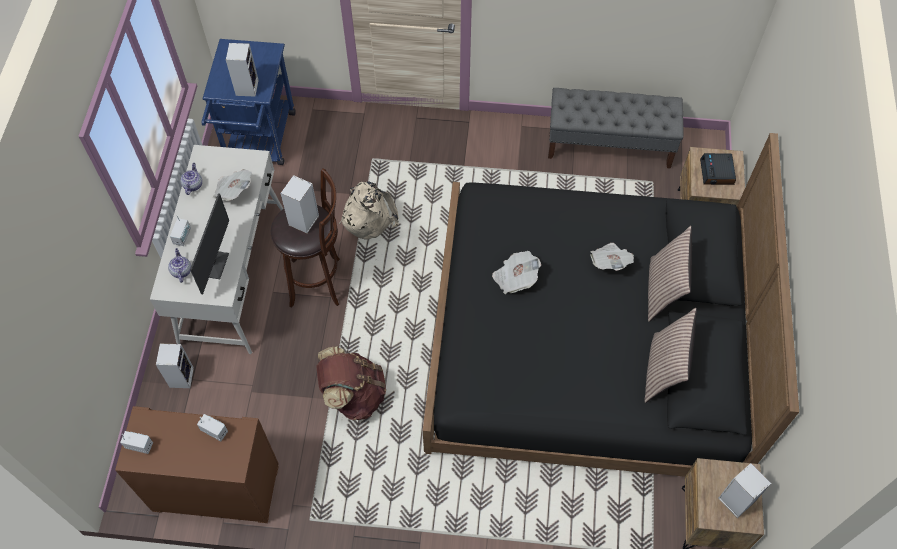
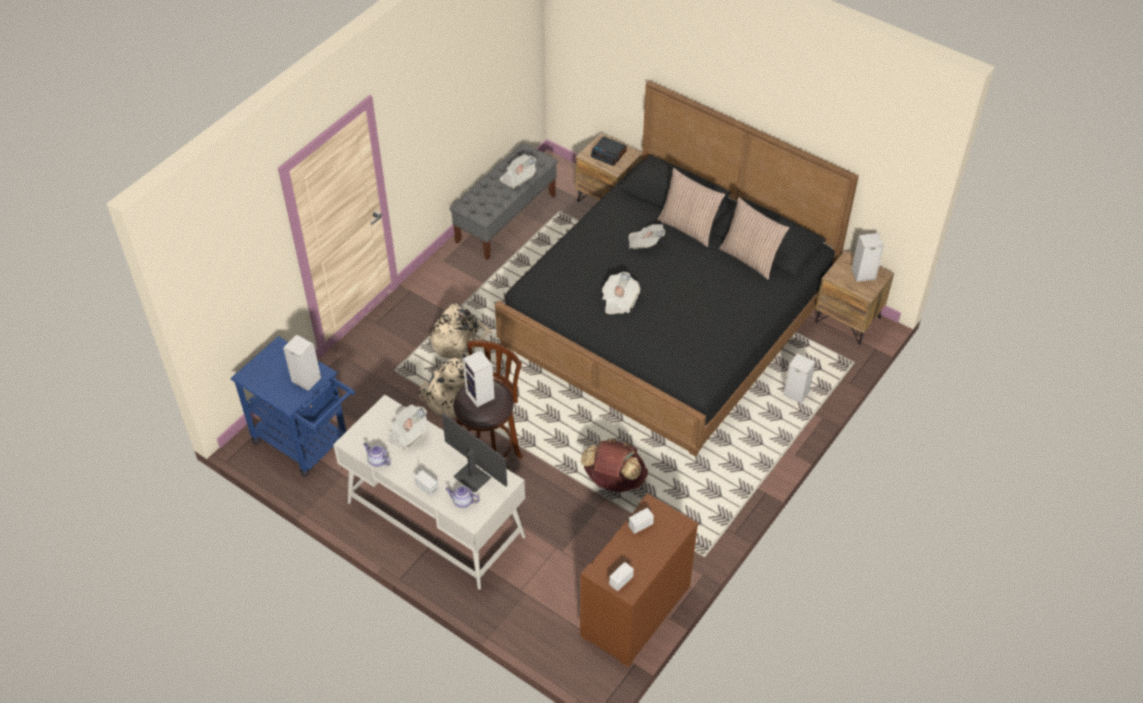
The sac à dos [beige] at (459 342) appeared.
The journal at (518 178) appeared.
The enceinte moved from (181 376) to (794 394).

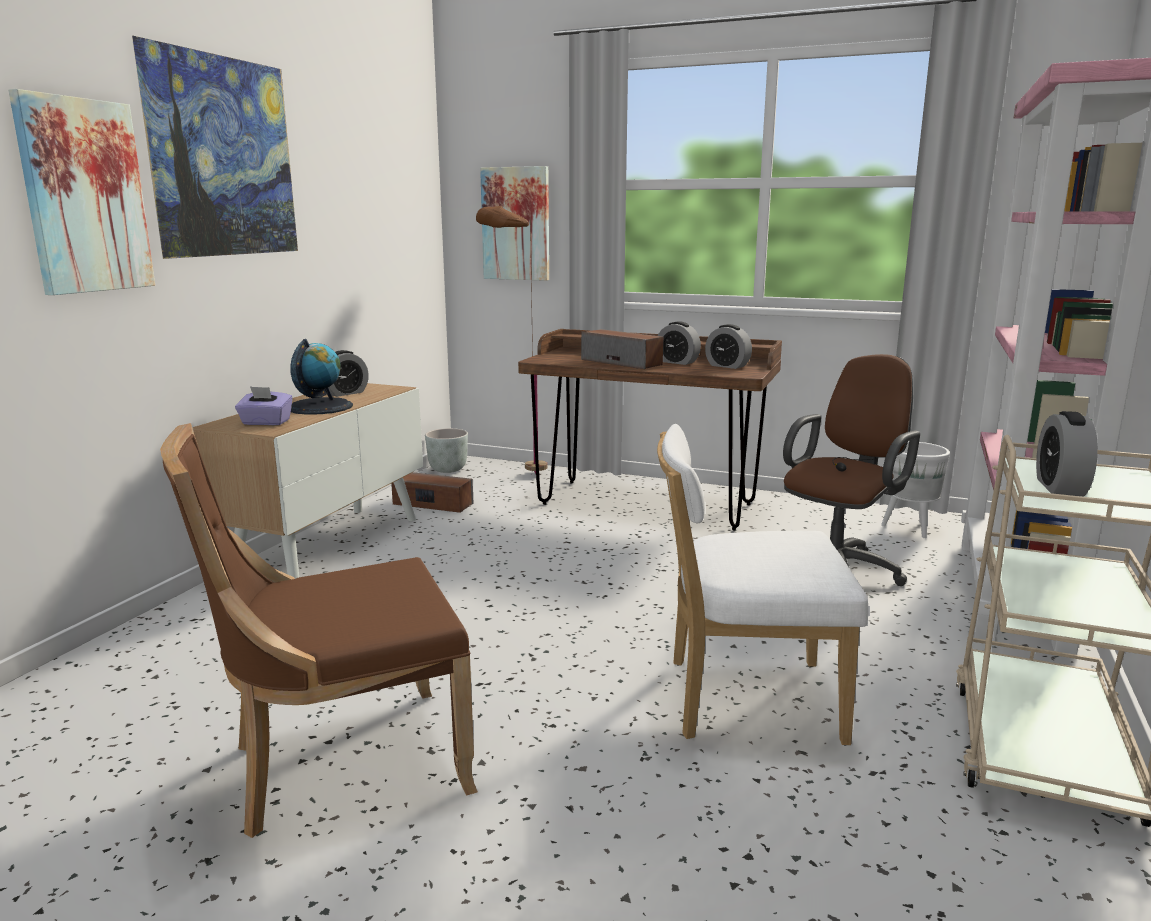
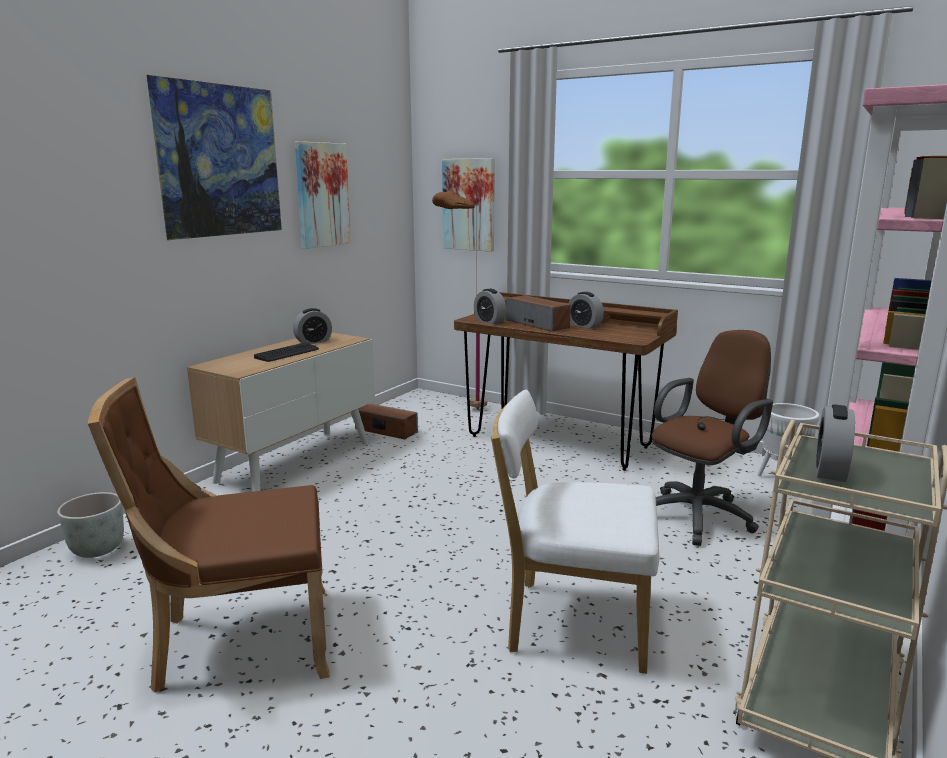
The cache-pot [gris] moved from (447 470) to (97 550).
The globe at (320 407) was replaced by the clavier at (287 353).
The tableau moved from (84 196) to (322 195).
The réveil moved from (727 366) to (489 321).
The boîte à mouchoirs [violet] at (266 422) disappeared.

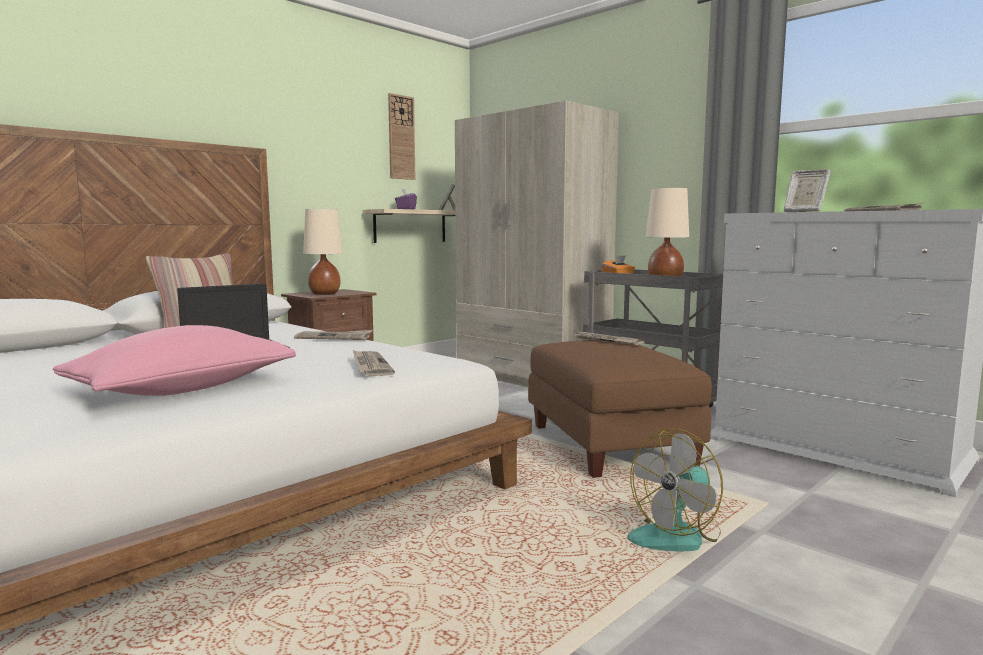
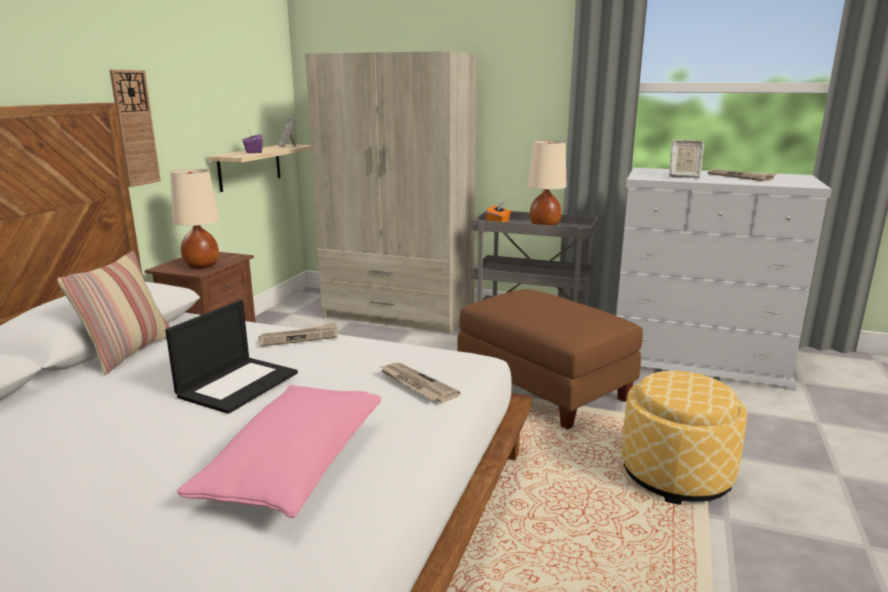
The horloge murale moved from (401 137) to (135 128).
The ventilateur at (677 536) was replaced by the pouf at (676 475).
The journal at (607 340) disappeared.

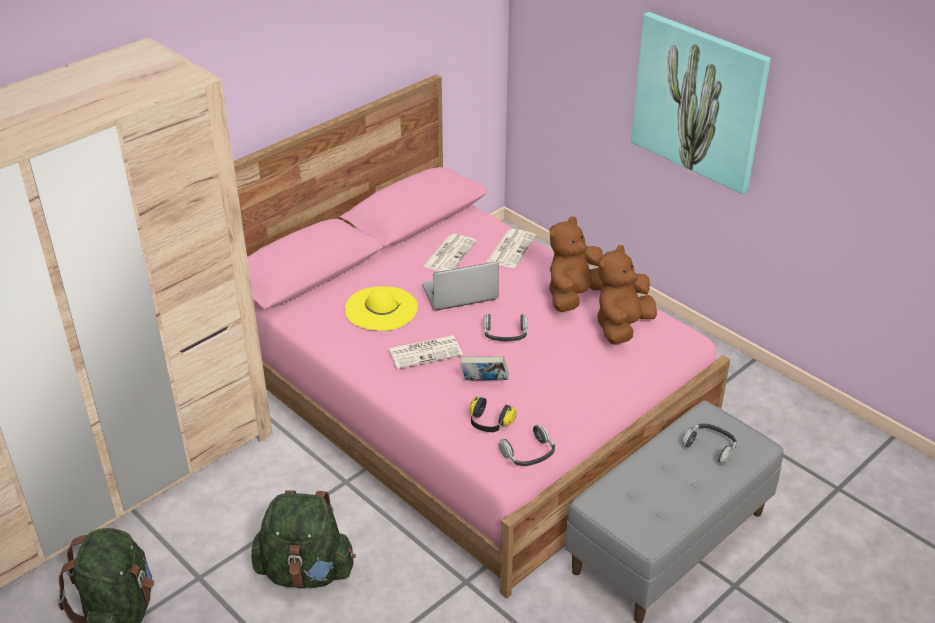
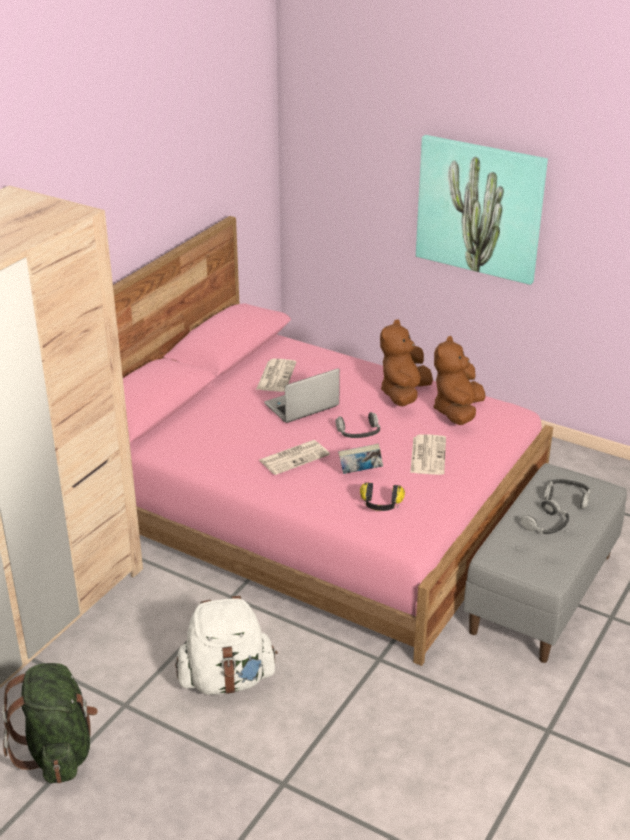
The sac à dos [vert] at (306 571) became the sac à dos [blanc] at (227 679).
The journal moved from (511 248) to (427 455).
The casque audio moved from (528 453) to (546 524).
The chapeau [jaune] at (381 308) disappeared.

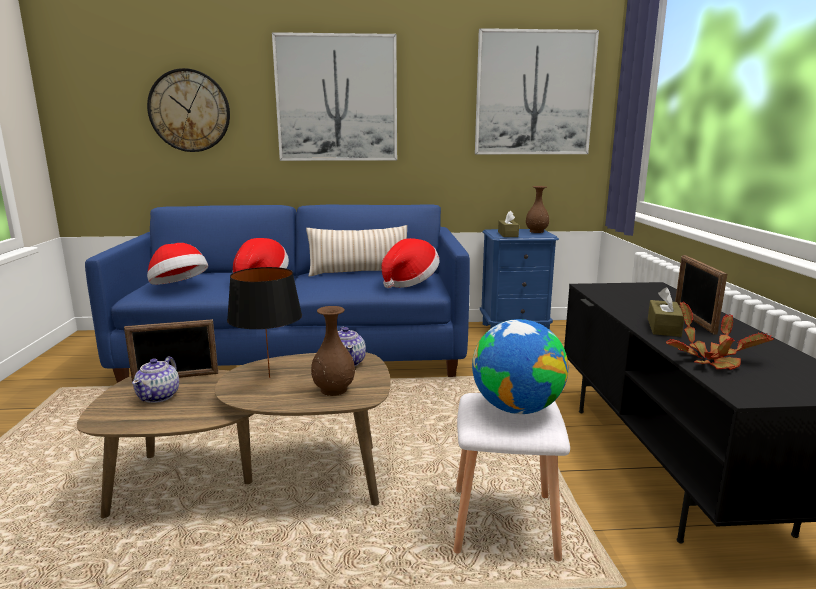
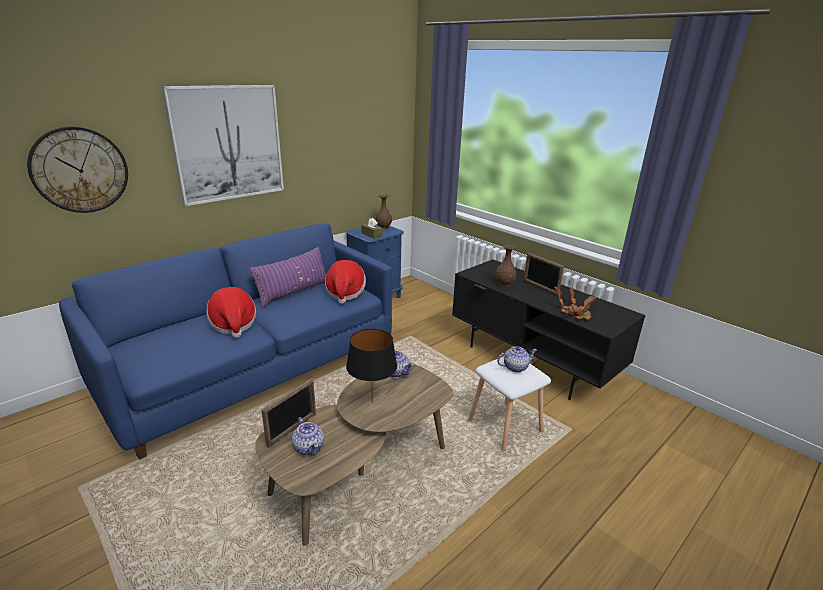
The coussin [beige] at (359 272) became the coussin [violet] at (293 292).
The vase [marron] moved from (334 389) to (504 284).
The globe at (516 408) was replaced by the théière at (515 367).
The chapeau at (179 287) disappeared.
The tableau at (534 93) disappeared.
The boîte à mouchoirs [marron] at (663 327) disappeared.

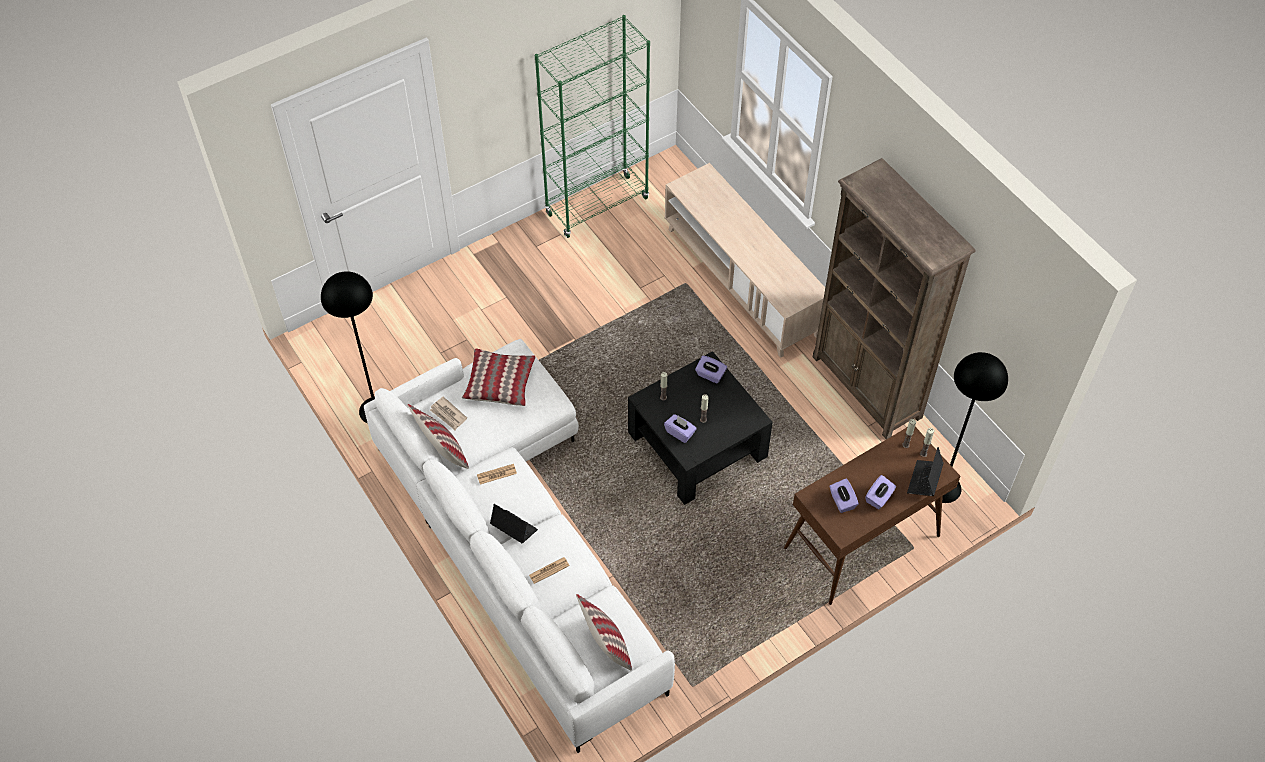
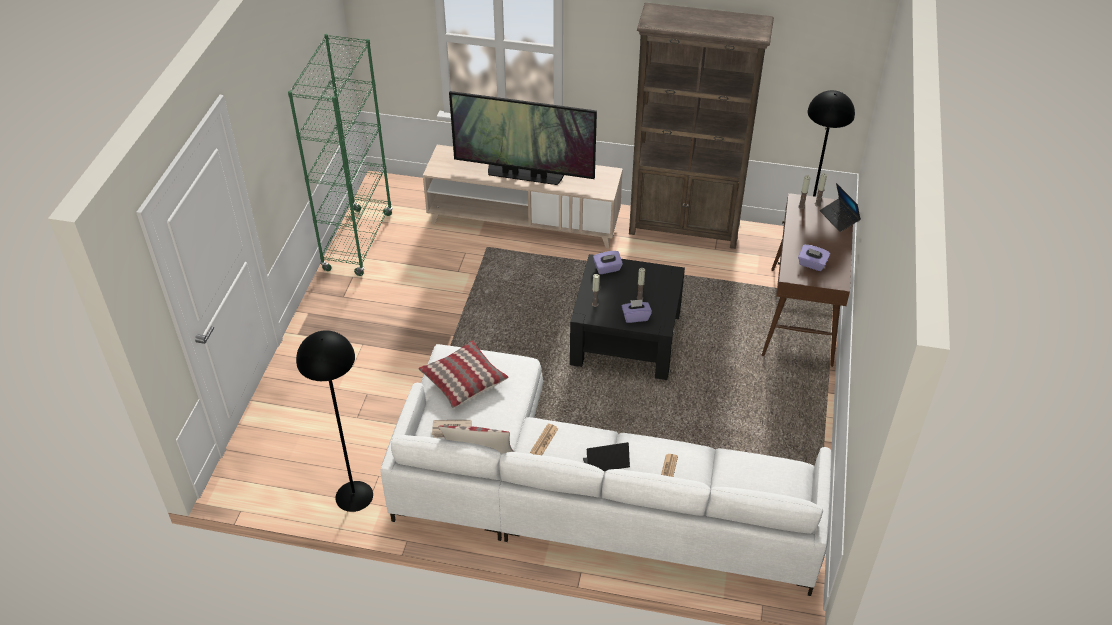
The téléviseur at (524 175) appeared.
The coussin at (606 645) disappeared.
The boîte à mouchoirs [violet] at (879 498) disappeared.

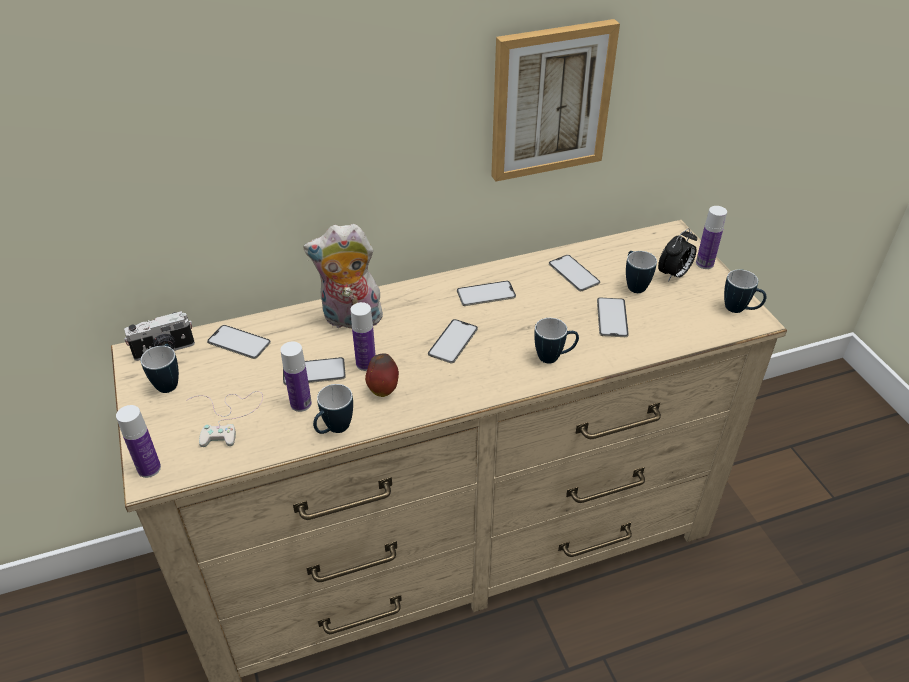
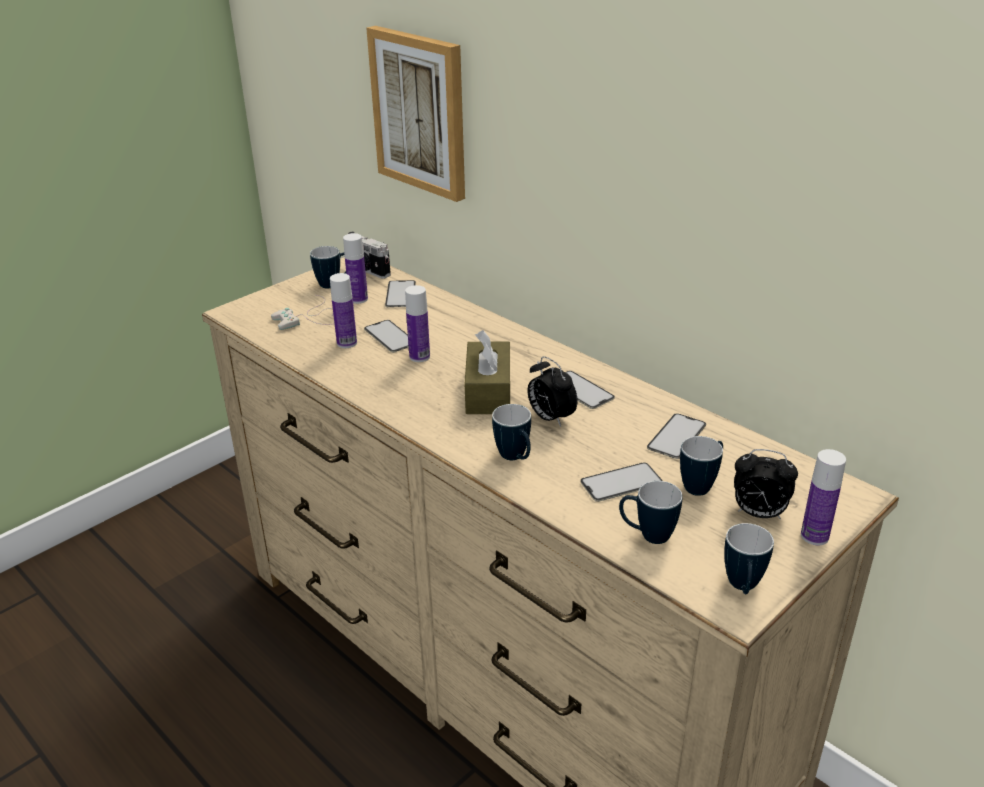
The bouteille moved from (149 468) to (358 299).
The tableau moved from (550 100) to (420 112).
The téléphone at (453 341) was replaced by the boîte à mouchoirs [marron] at (488 392).
The réveil at (550 418) appeared.
The mug moved from (334 430) to (647 535).
The peluche at (350 320) disappeared.
The pomme at (383 389) disappeared.

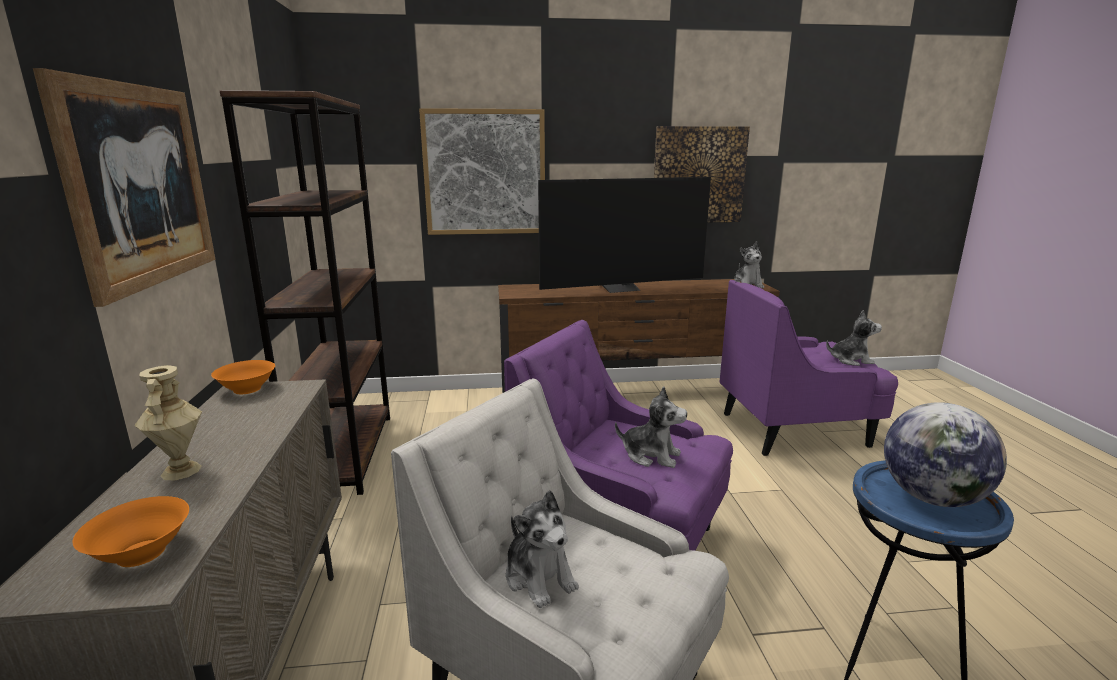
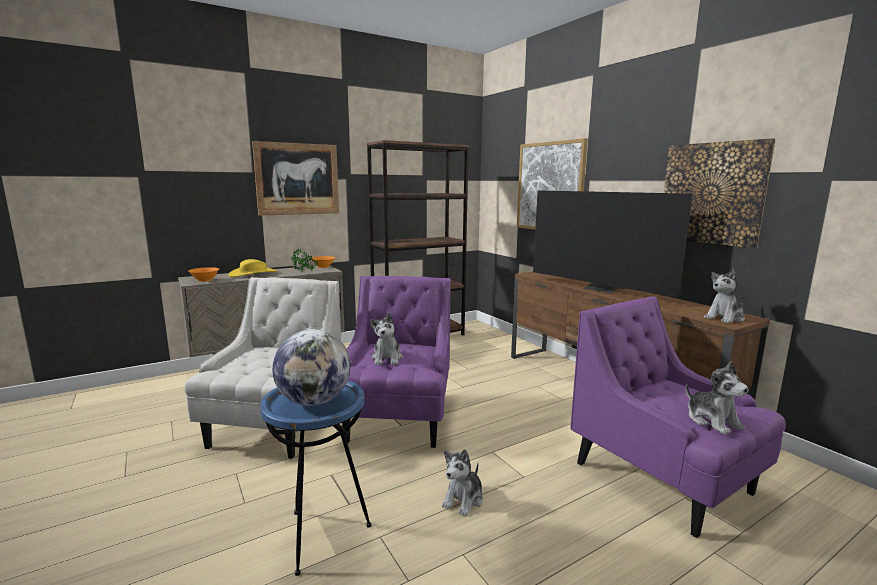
The vase [beige] at (182 471) was replaced by the chapeau [jaune] at (253 273).
The plante en pot at (304 272) appeared.
The peluche moved from (539 577) to (463 499).

